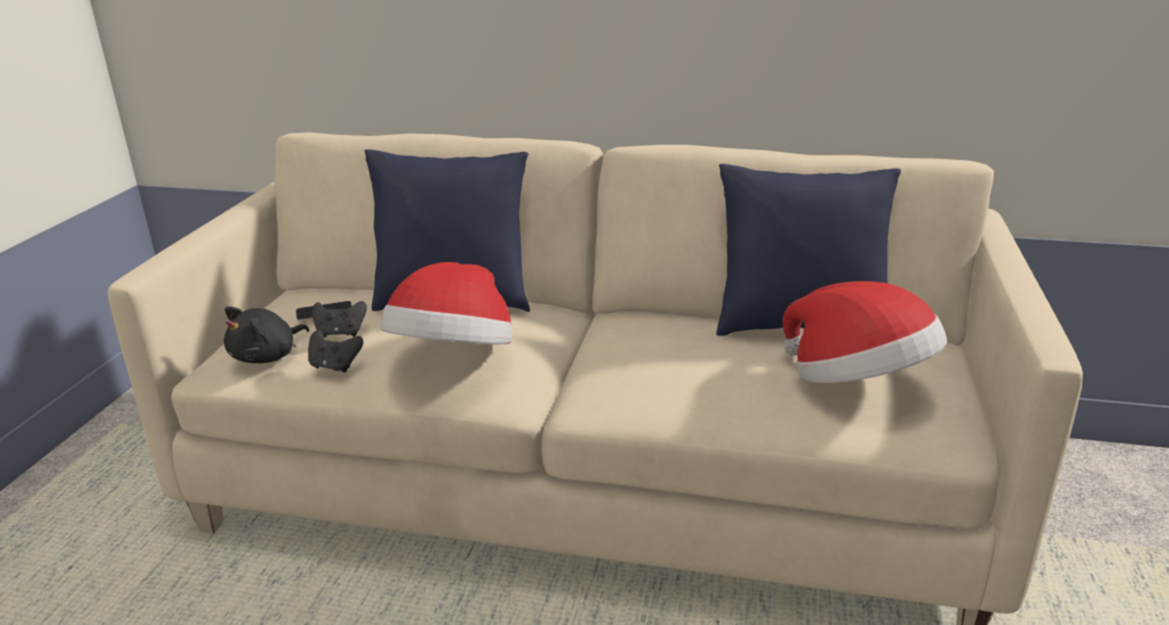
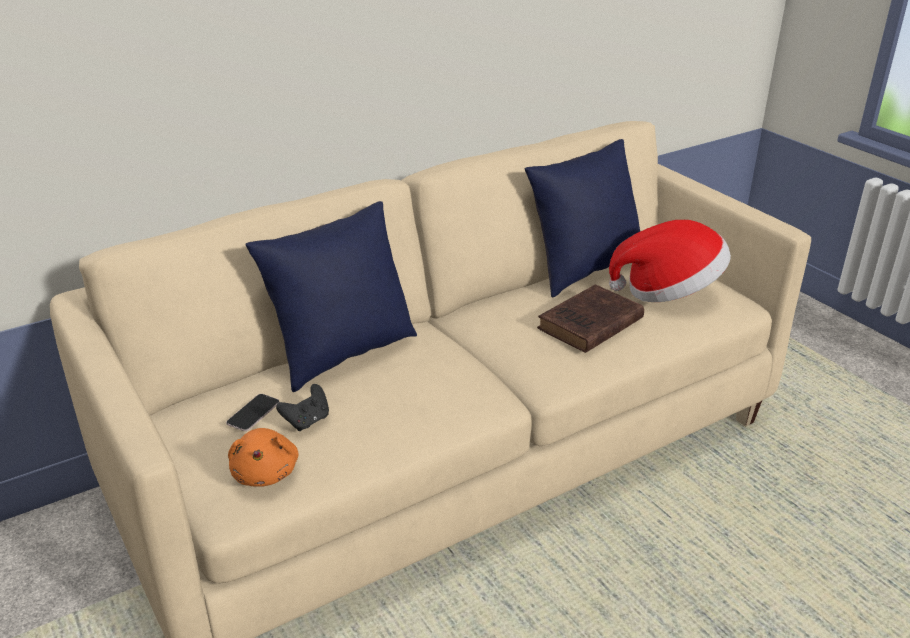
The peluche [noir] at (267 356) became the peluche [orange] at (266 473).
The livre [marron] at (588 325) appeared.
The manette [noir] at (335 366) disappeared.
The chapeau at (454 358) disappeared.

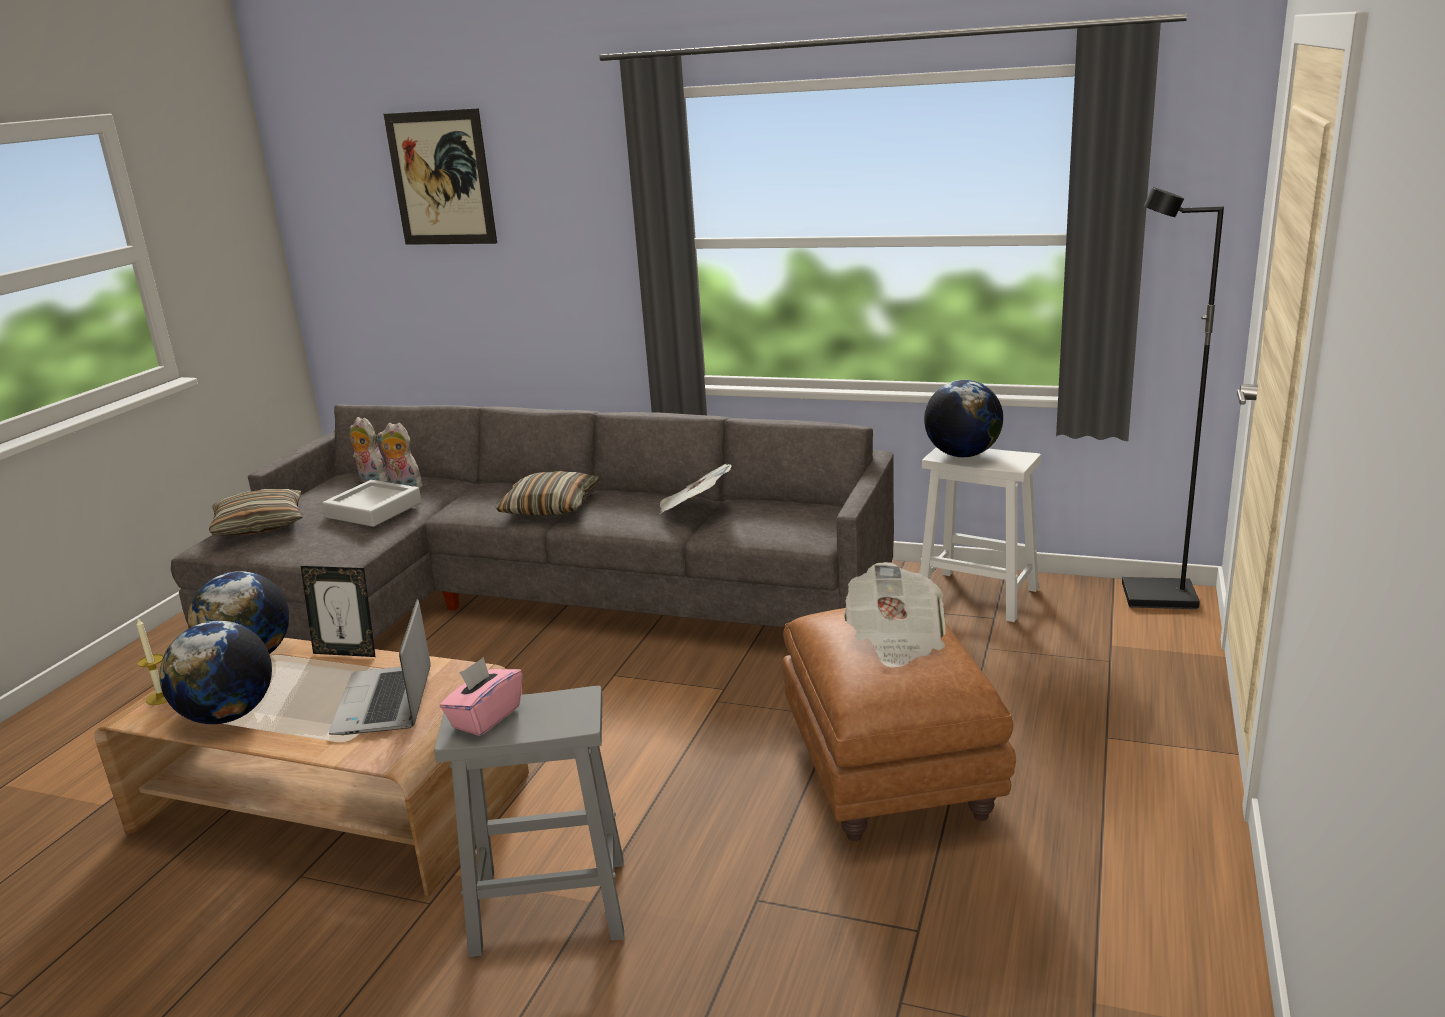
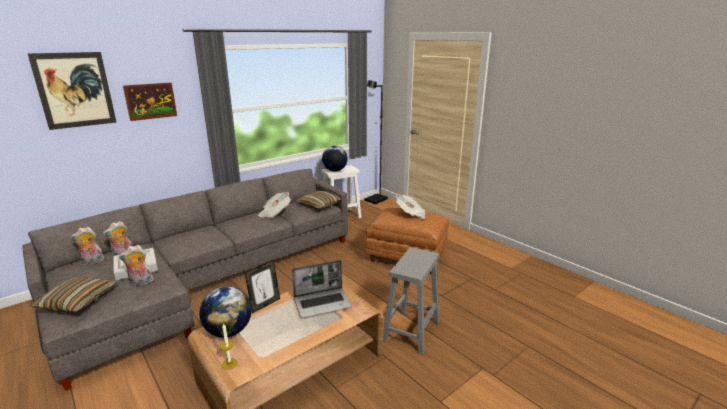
The peluche at (140 283) appeared.
The tableau at (150 101) appeared.
The ordinateur portable at (385 703) turned 45 degrees counterclockwise.
The coussin moved from (550 507) to (319 205).
The globe at (228 716) disappeared.
The boîte à mouchoirs [rose] at (485 717) disappeared.

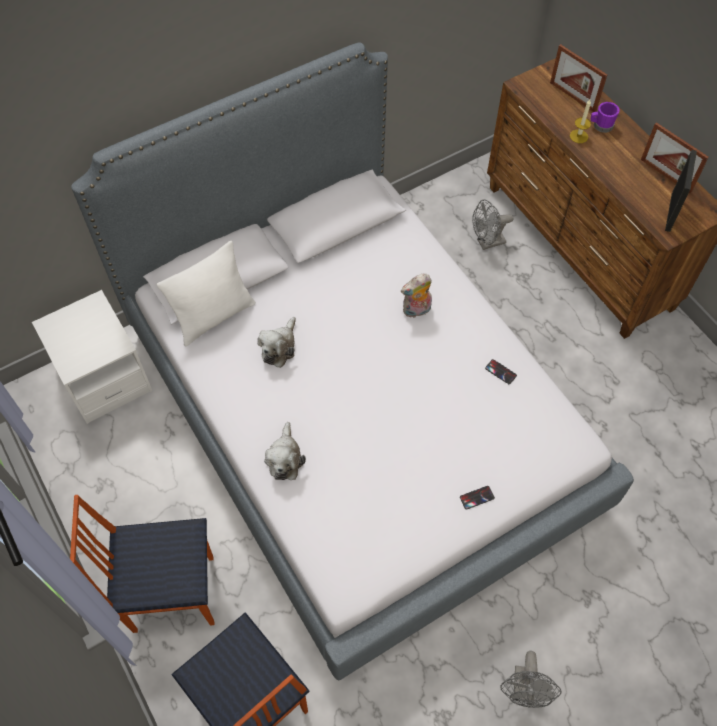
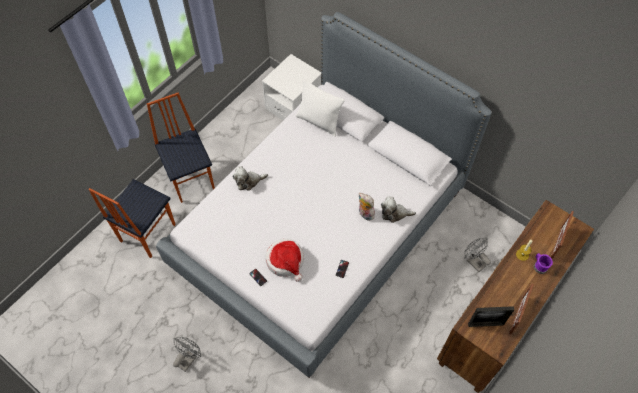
The ventilateur [gris] at (524 691) turned 135 degrees clockwise.
The chapeau at (286 261) appeared.
The peluche moved from (279 347) to (395 213).

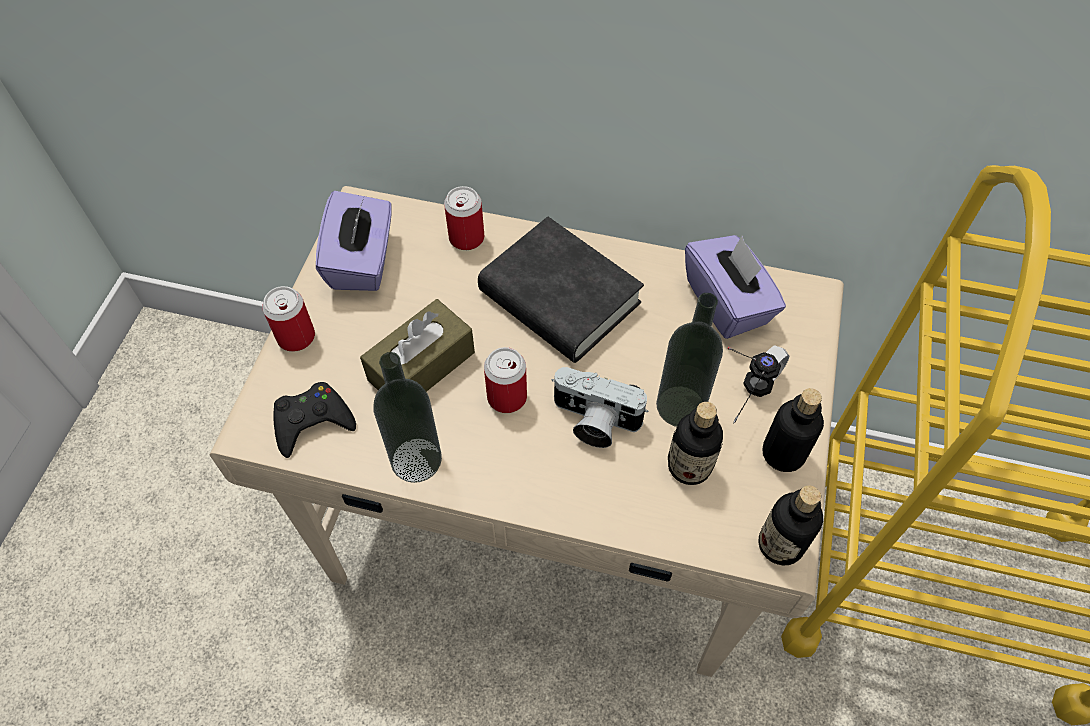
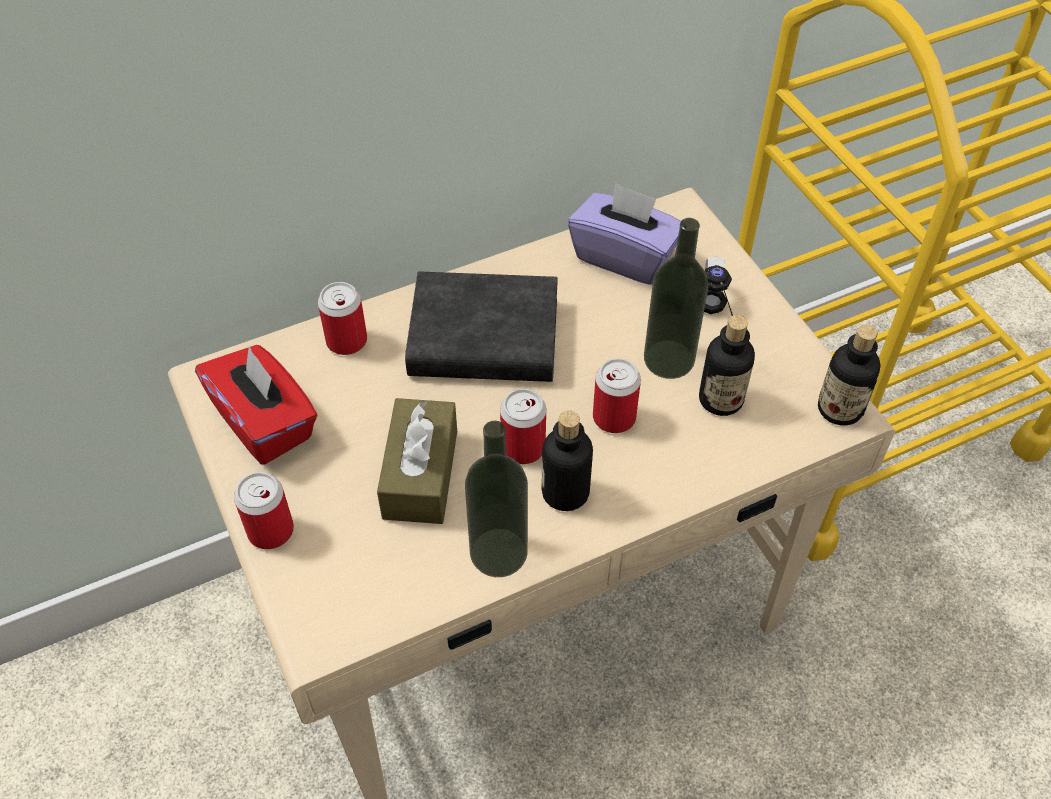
The boîte à mouchoirs [violet] at (362 261) became the boîte à mouchoirs [rouge] at (265 423).
The bouteille moved from (783 453) to (565 492).
The appareil photo at (593 421) was replaced by the boîte métallique at (614 417).
The manette [noir] at (312 422) disappeared.

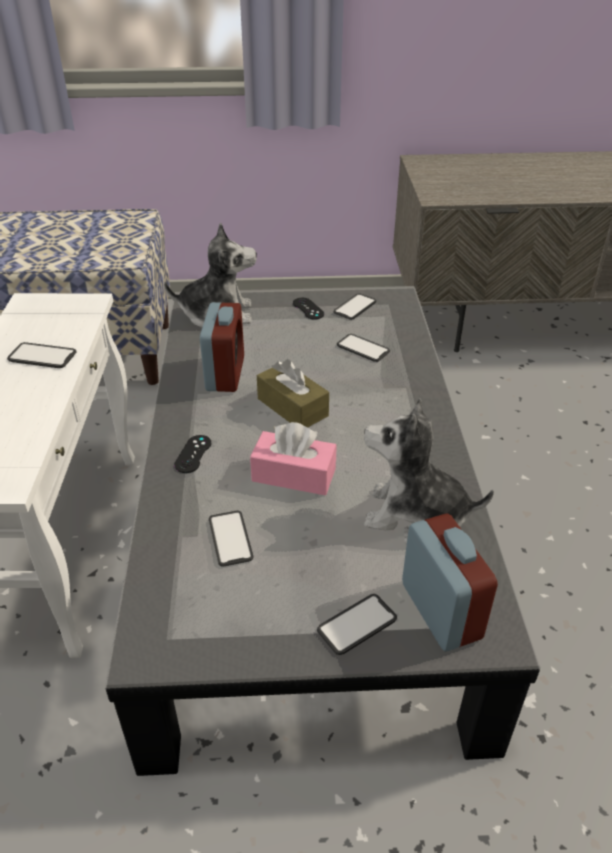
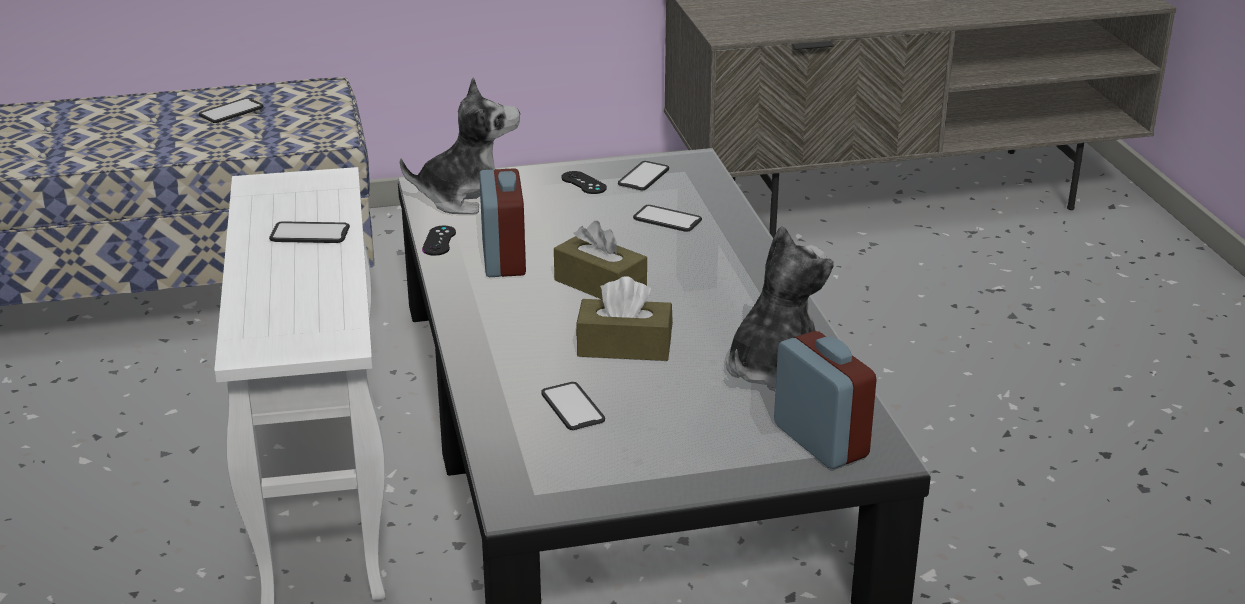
The téléphone moved from (357 624) to (231 111).
The manette [noir] moved from (193 454) to (439 241).
The boîte à mouchoirs [rose] at (294 475) became the boîte à mouchoirs [marron] at (624 346).
The peluche at (415 516) turned 120 degrees clockwise.

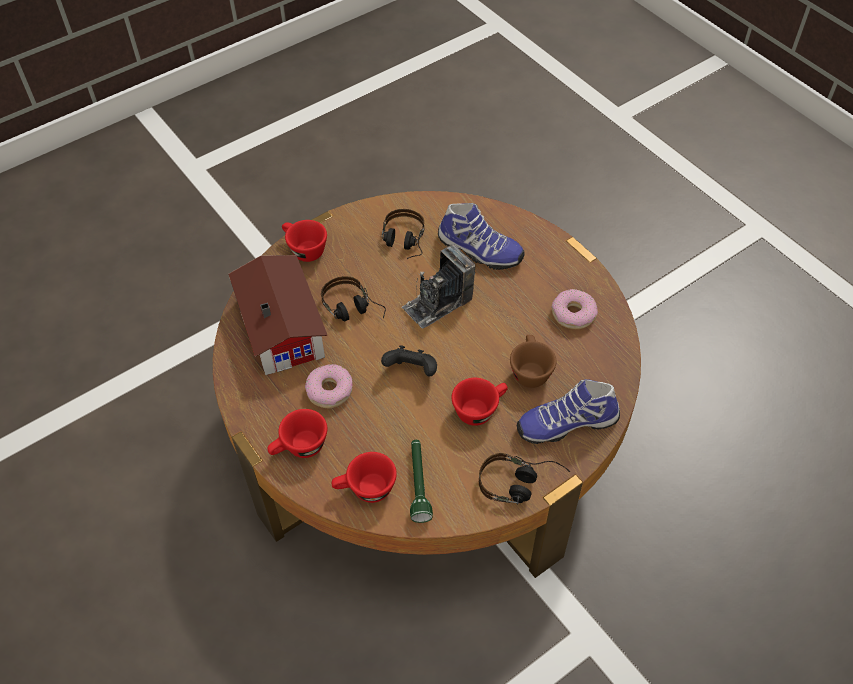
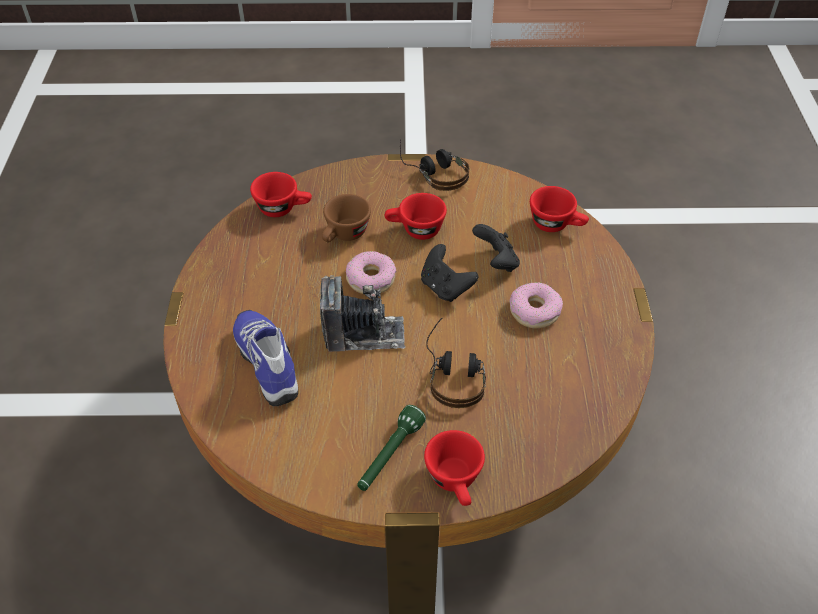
The tasse [rouge] moved from (299 448) to (283 208).
The beignet moved from (573 314) to (370 279).
The lampe de poche [vert] moved from (418 484) to (389 456).
The manette [noir] at (496 262) appeared.
The maison miniature at (283 323) disappeared.
The casque audio at (403 244) disappeared.
The chaussure at (566 422) disappeared.

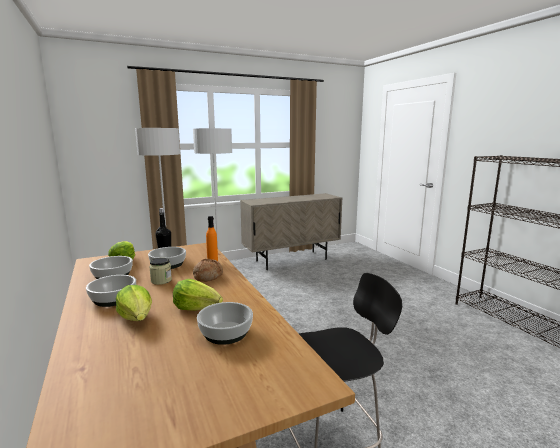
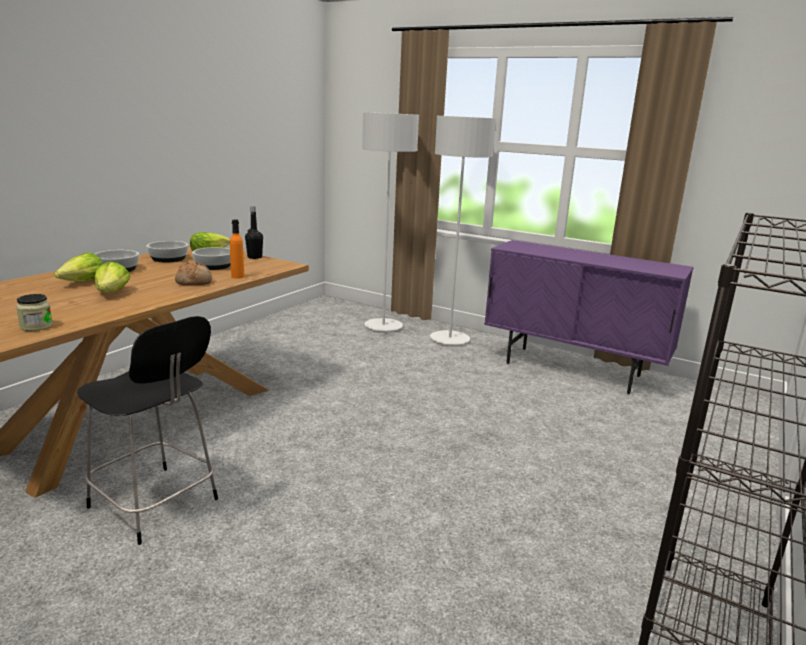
The bocal moved from (161 280) to (36 326).
The meuble de rangement [beige] at (291 260) became the meuble de rangement [violet] at (572 370).
The bol at (225 332) disappeared.

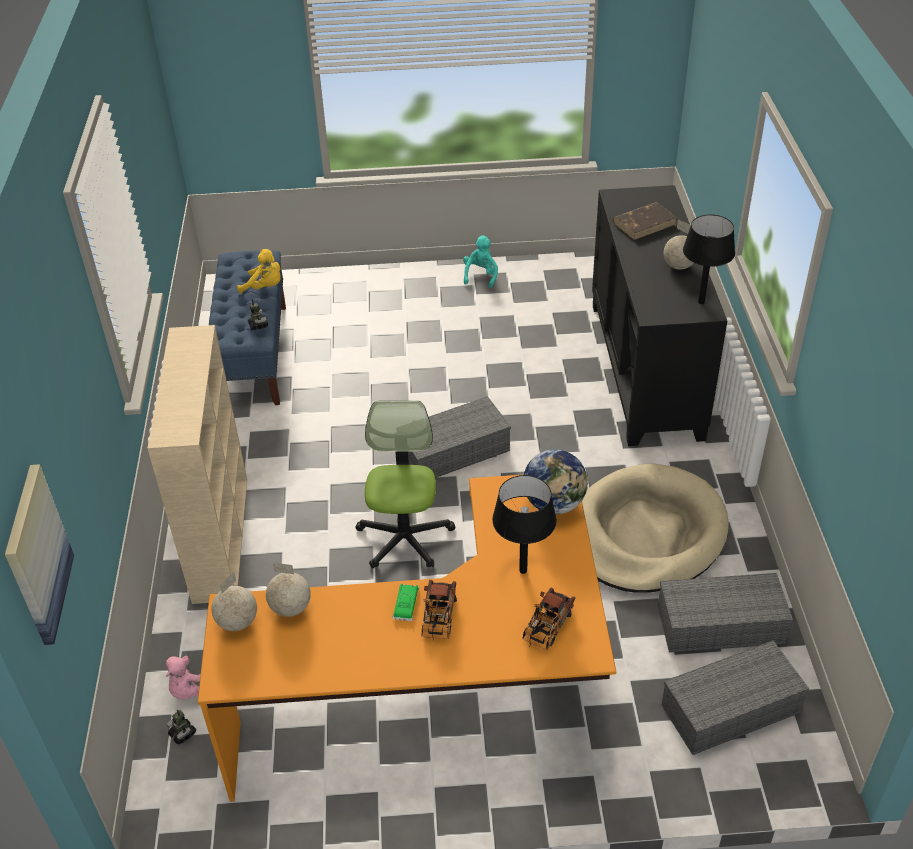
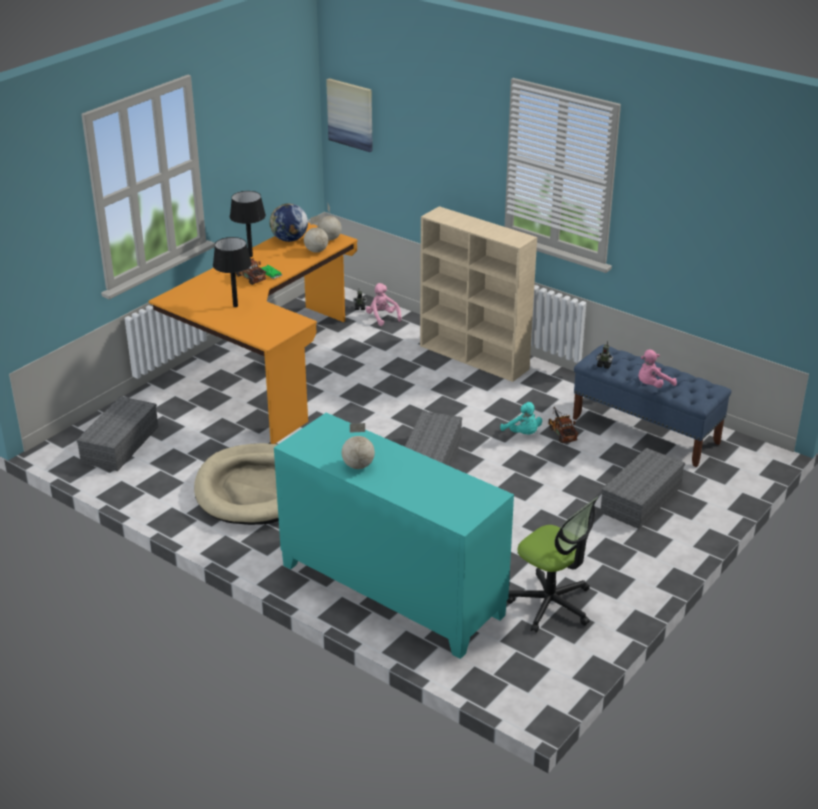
The lampe de table [noir] moved from (701 302) to (250 256).
The globe moved from (554 503) to (289 239).
The meuble de rangement [noir] at (646 369) became the meuble de rangement [turquoise] at (390 590).
The peluche [turquoise] moved from (481 275) to (523 434).
The chaise de bureau moved from (404 537) to (551 604).
The camion jouet moved from (546 629) to (561 432).
The boîte de rangement [gris] moved from (718 626) to (641 498).
The peluche [jaune] at (265 287) became the peluche [rose] at (652 385).
The livre [marron] at (644 223) disappeared.

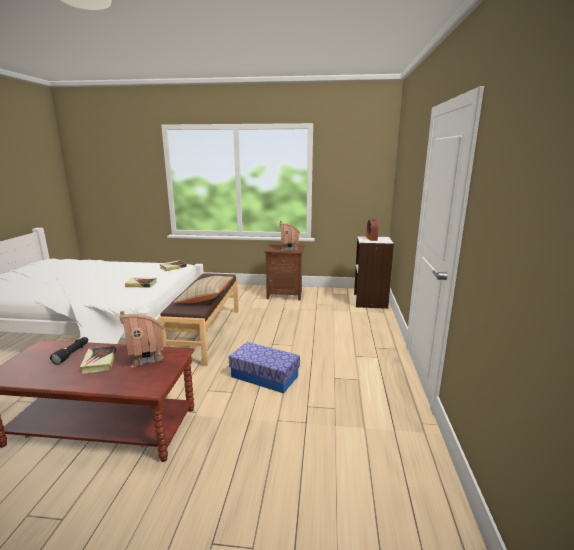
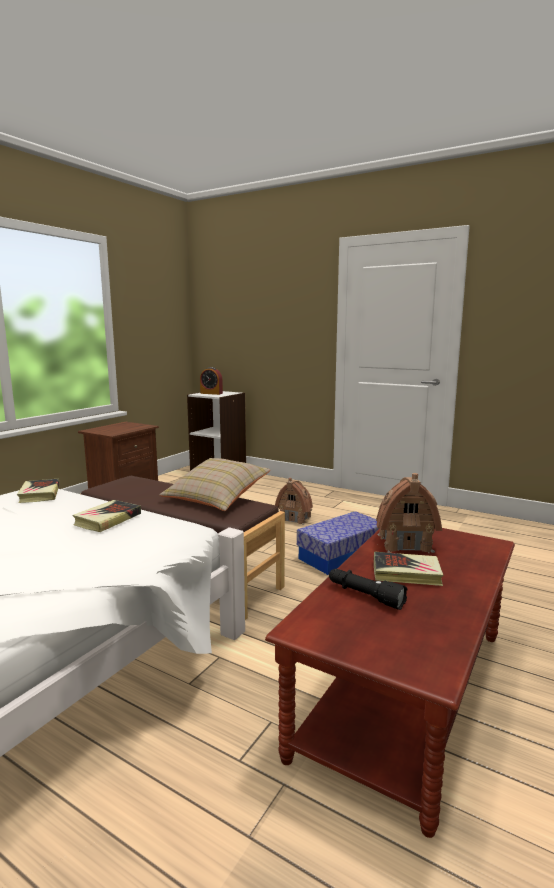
The maison miniature moved from (289 248) to (295 518).

